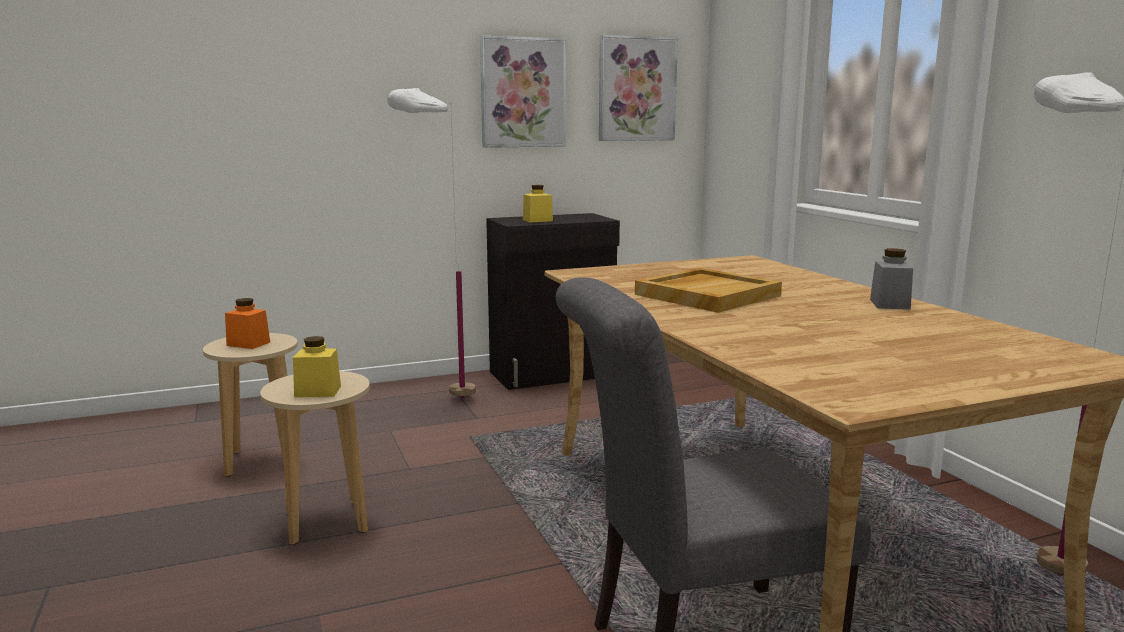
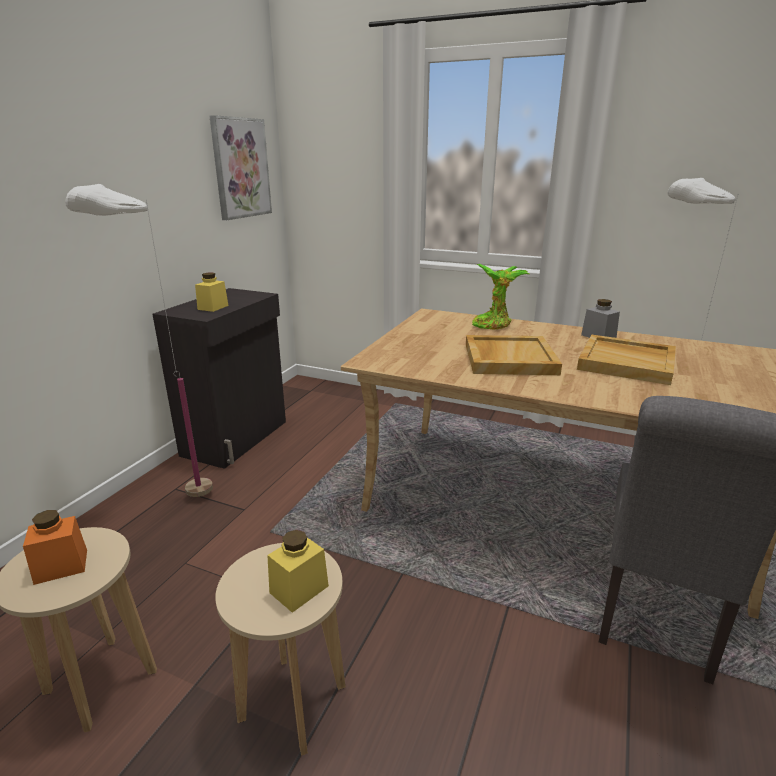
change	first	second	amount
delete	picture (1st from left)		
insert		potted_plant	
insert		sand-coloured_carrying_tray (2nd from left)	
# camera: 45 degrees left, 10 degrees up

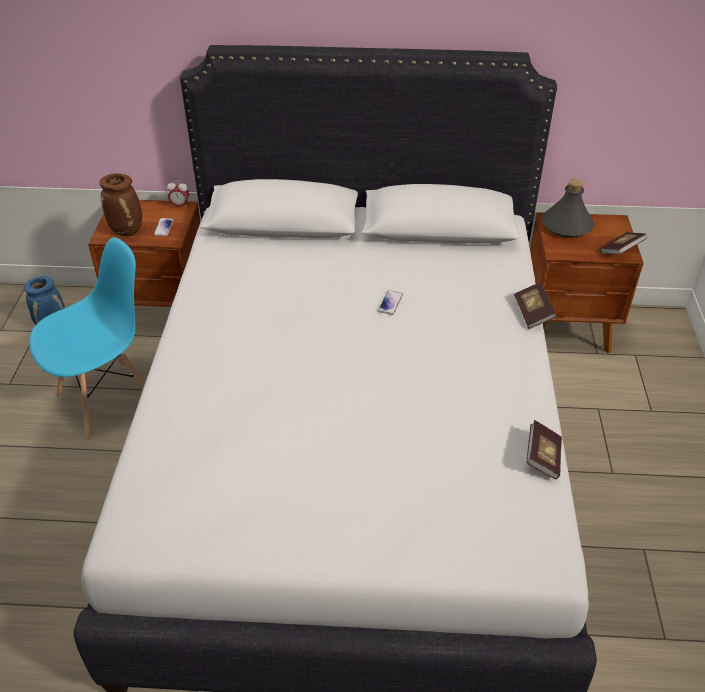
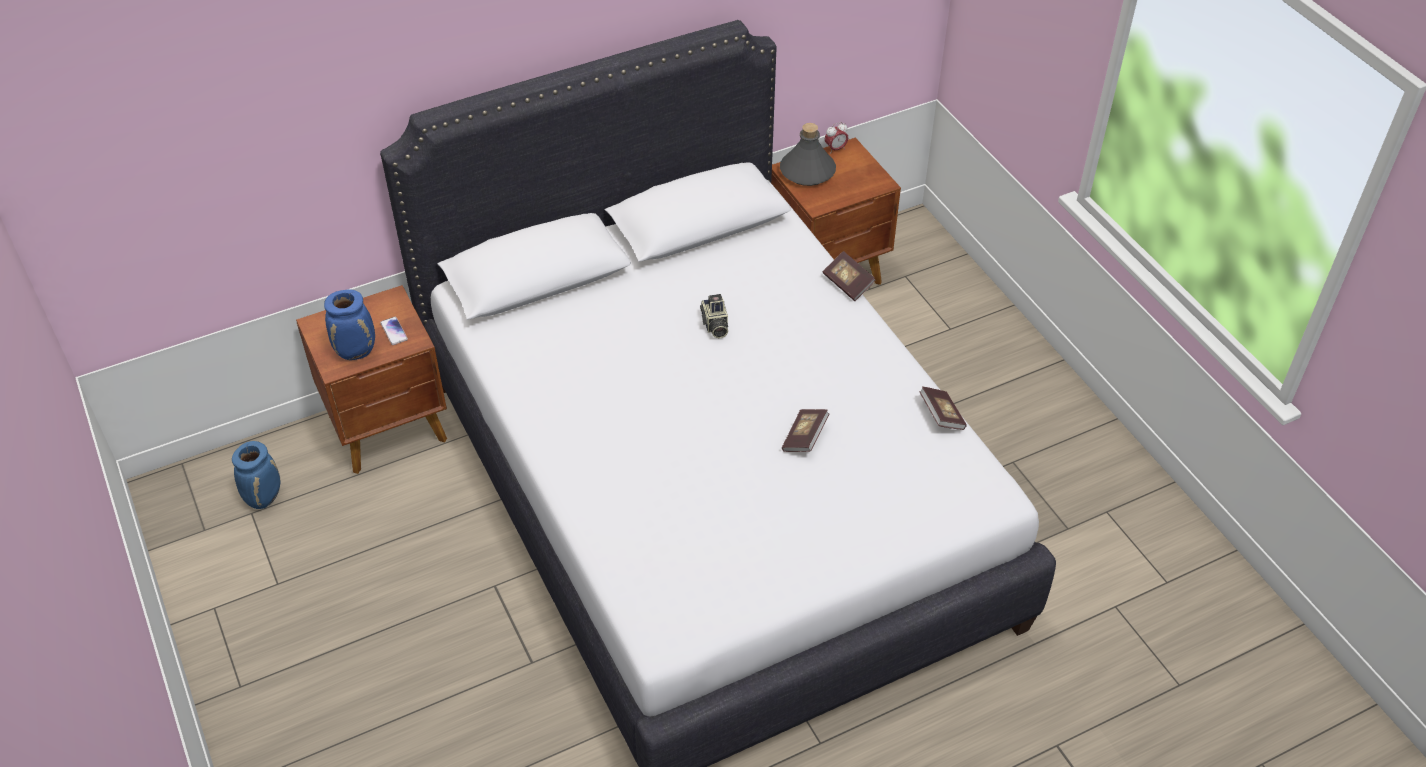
change	first	second	amount
delete	bluish_chair		
recolor	brownish_decorative_vase	bluish_decorative_vase (2nd from left)	
move	table_clock		
replace	telephone (2nd from left)	still_camera	
move	bound_book (3rd from left in the first image)	bound_book (1st from left)	
# camera: 30 degrees left, 5 degrees up

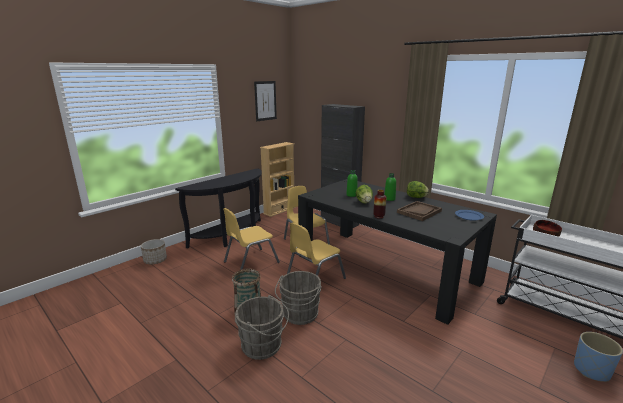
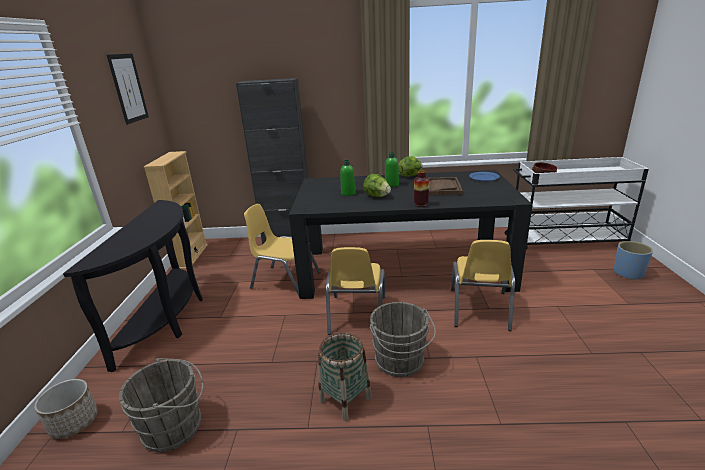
change	first	second	amount
move	yellow_chair (1st from left in the first image)	yellow_chair (3rd from left)	
move	gray_pail (1st from left)		
# camera: 40 degrees left, 5 degrees up

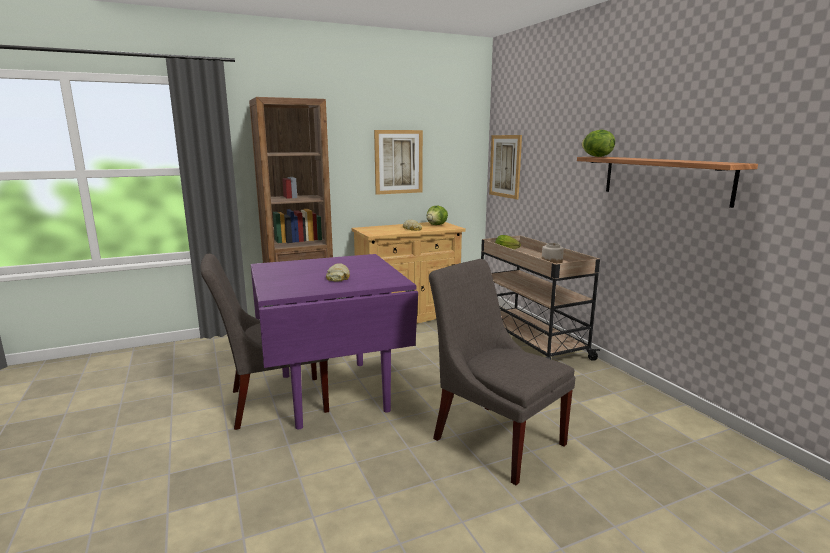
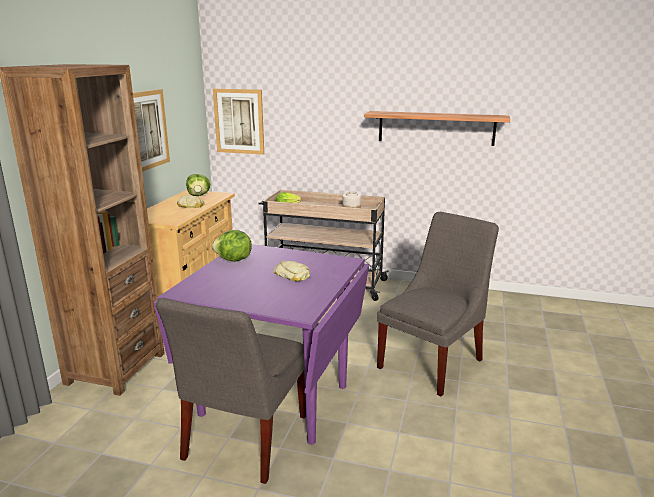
change	first	second	amount
rotate	gray_chair (2nd from left)		135 degrees clockwise
move	head_of_lettuce (3rd from left in the first image)	head_of_lettuce (2nd from left)	
# camera: 50 degrees left, 5 degrees up

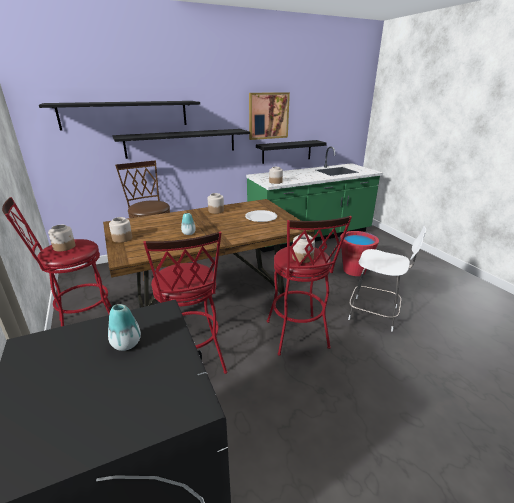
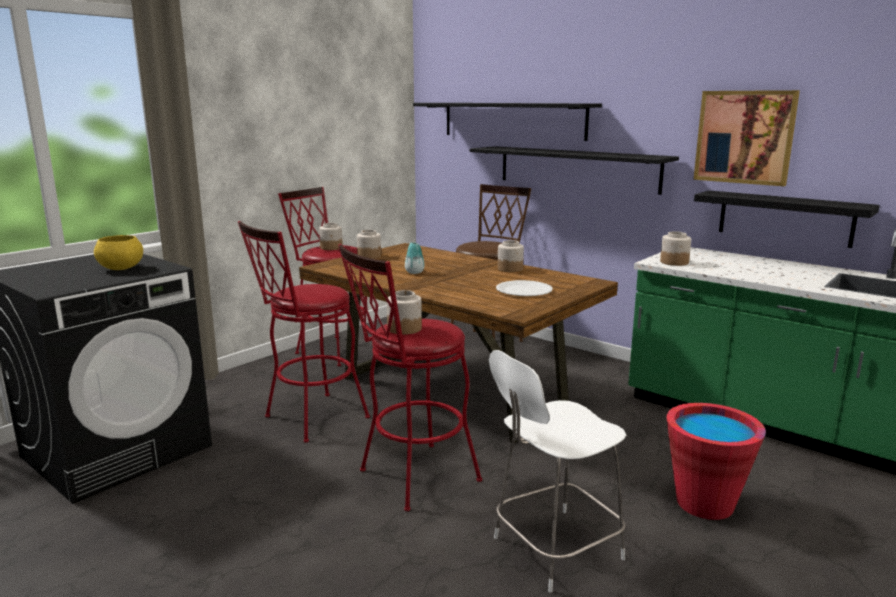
change	first	second	amount
replace	decorative_vase (1st from left)	yellow_serving_bowl	
rotate	white_chair		60 degrees clockwise
# camera: 65 degrees right, 10 degrees down

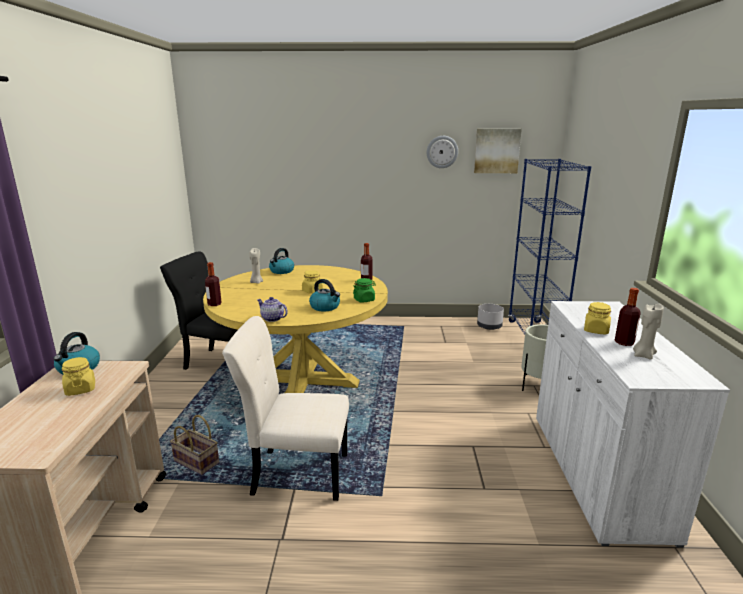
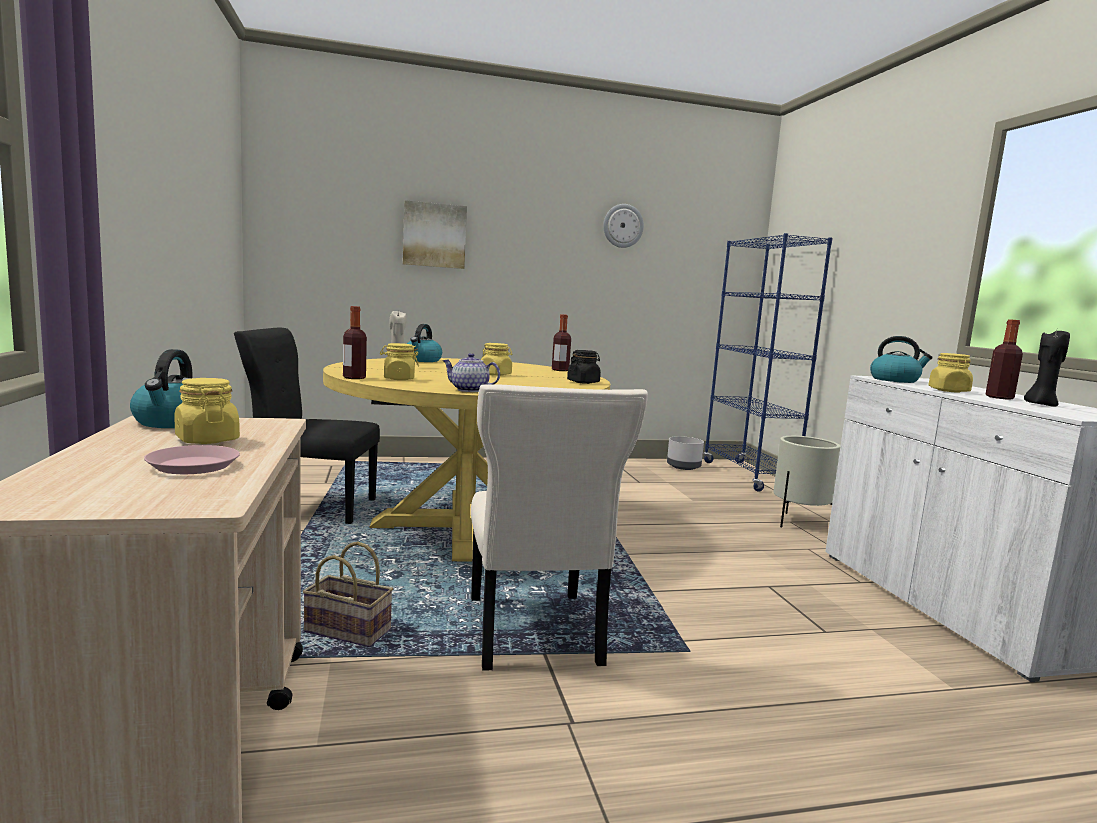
change	first	second	amount
rotate	sand-coloured_chair		90 degrees counterclockwise
move	tea_kettle (3rd from left)		
recolor	green-coloured_preserve_jar	blackish_preserve_jar	
move	picture		
recolor	sand-coloured_wax_candle (2nd from left)	blackish_wax_candle	
insert		pink_dinner_plate	
insert		yellow_preserve_jar (2nd from left)	
# camera: 15 degrees left, 10 degrees down

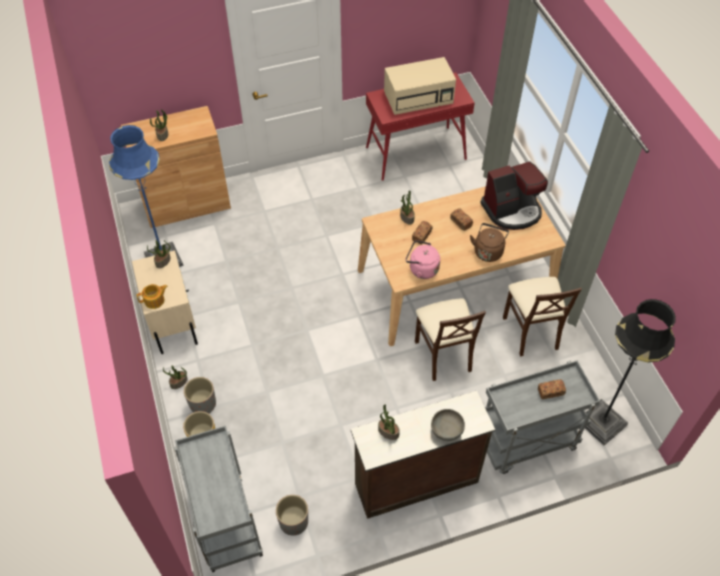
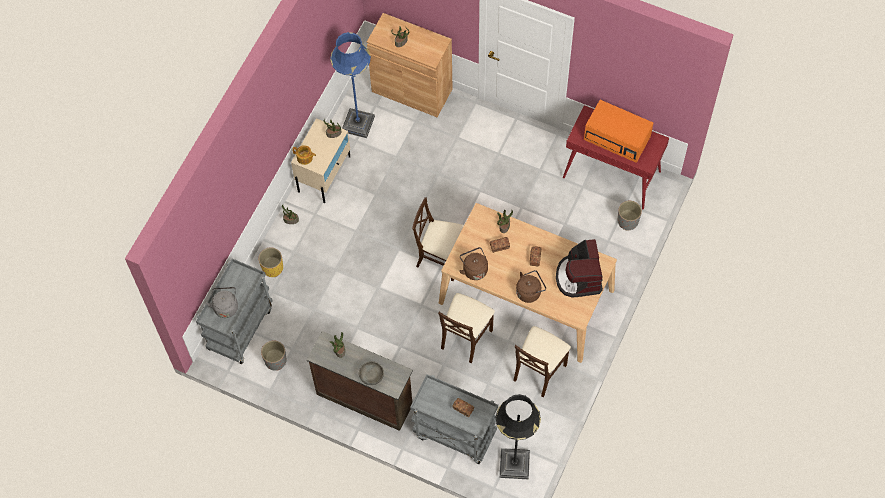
change	first	second	amount
move	gray_flower_pot (1st from left in the first image)	gray_flower_pot (2nd from left)	
recolor	sand-coloured_microwave	orangey_microwave	
recolor	pink_tea_kettle	brownish_tea_kettle (1st from left)	
rotate	coffee_maker		60 degrees clockwise
insert		gray_tea_kettle	
insert		sand-coloured_chair (1st from left)	
# camera: 45 degrees right, 10 degrees up

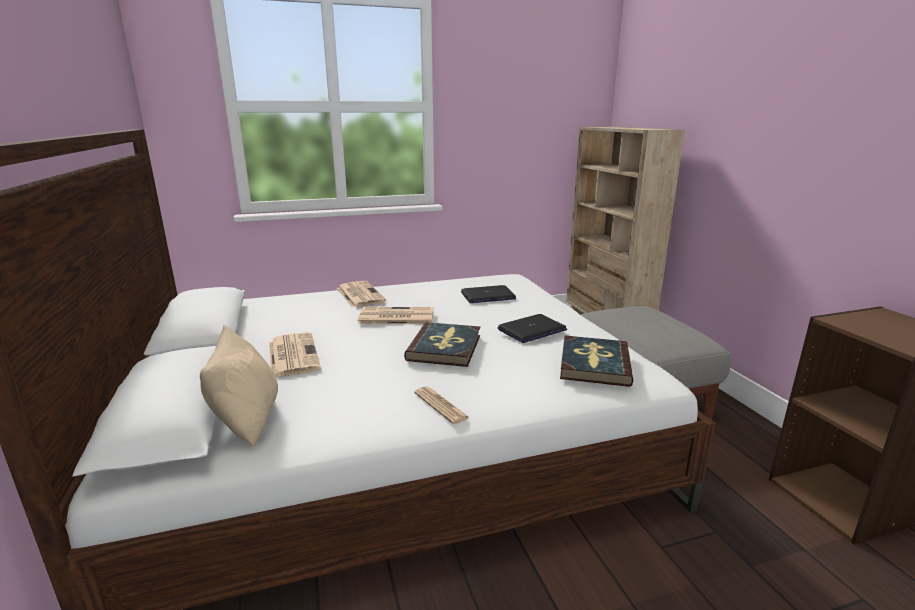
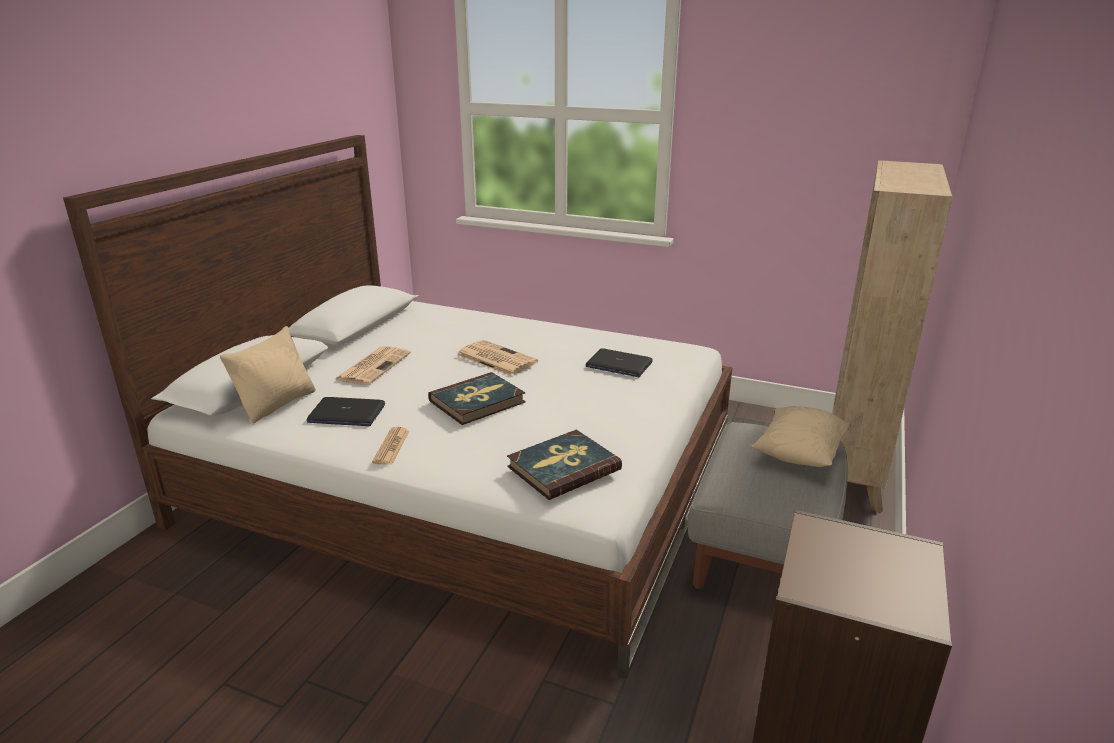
change	first	second	amount
delete	newspaper (2nd from left)		
move	portable_computer (2nd from left in the first image)	portable_computer (1st from left)	
insert		sand-coloured_cushion (2nd from left)	
# camera: 40 degrees right, 5 degrees up

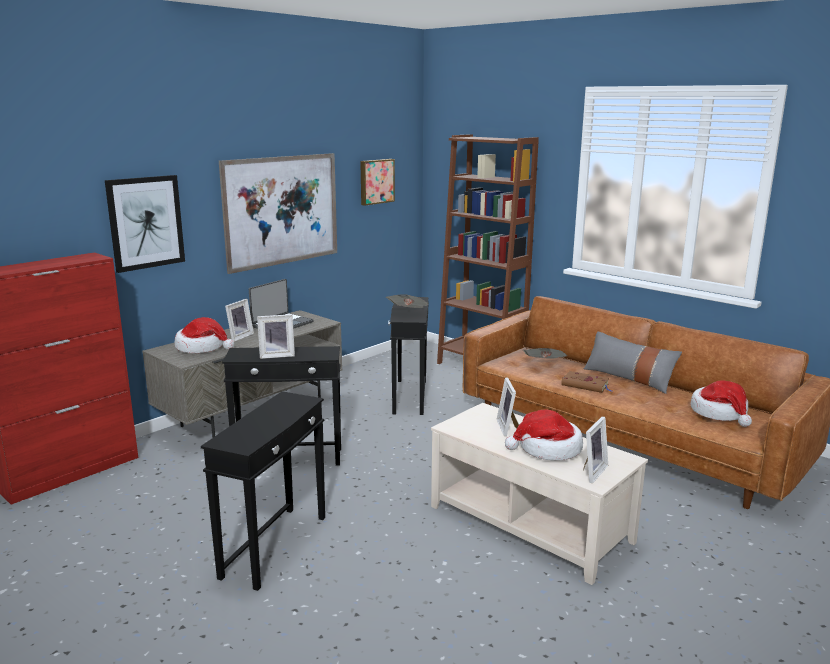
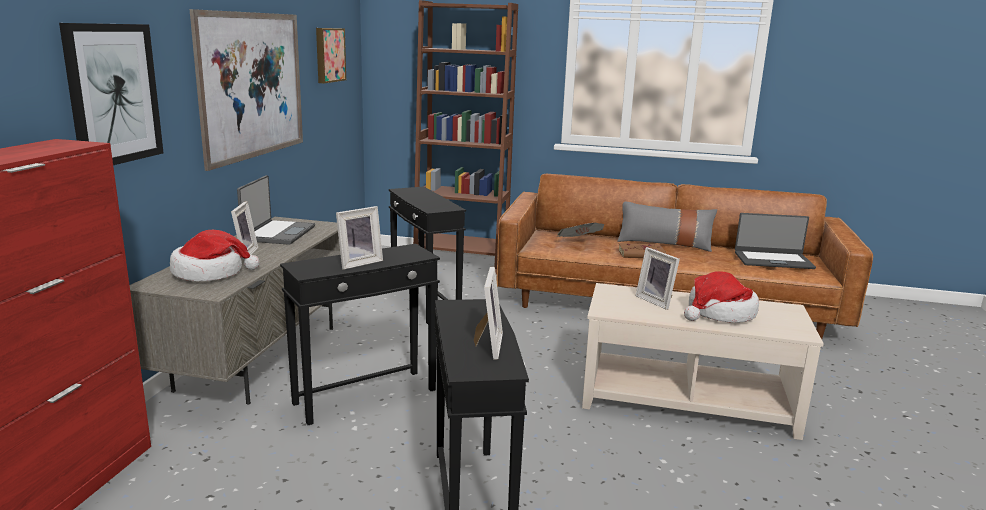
change	first	second	amount
delete	newspaper (1st from left)		
move	standing_frame (4th from left in the first image)	standing_frame (3rd from left)	
replace	hat (3rd from left)	portable_computer (2nd from left)	
# camera: 30 degrees left, 0 degrees up

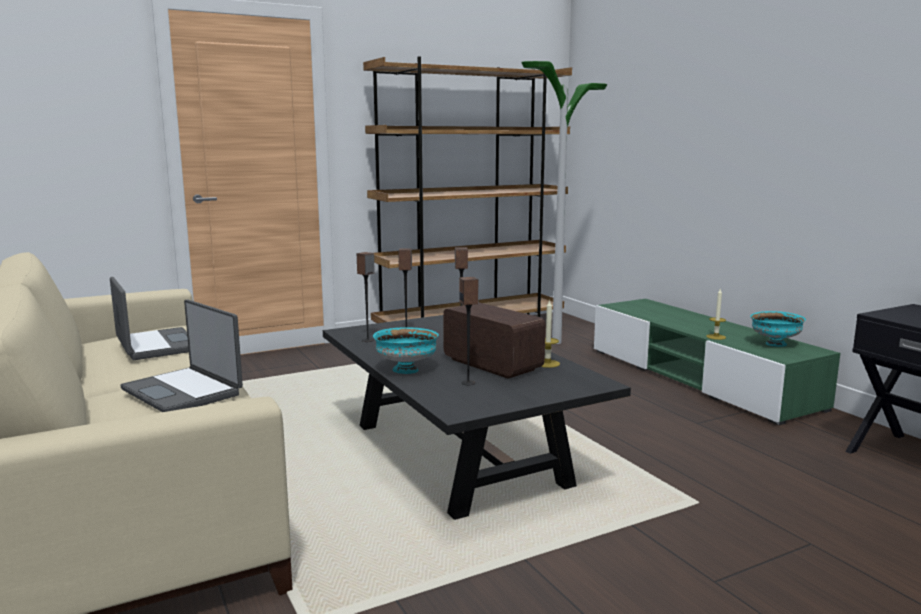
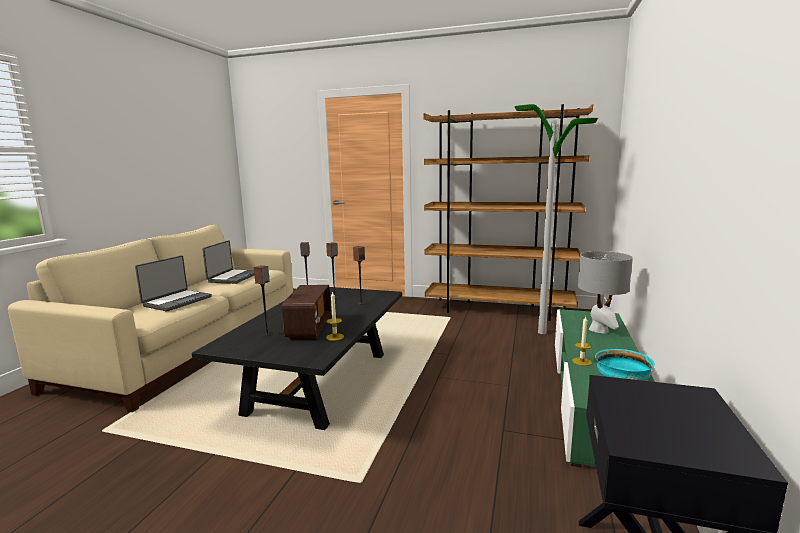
change	first	second	amount
rotate	portable_computer (2nd from left in the first image)	portable_computer (1st from left)	150 degrees counterclockwise
delete	blue-green_serving_bowl (1st from left)		
insert		gray_table_lamp	
# camera: 45 degrees right, 0 degrees up

